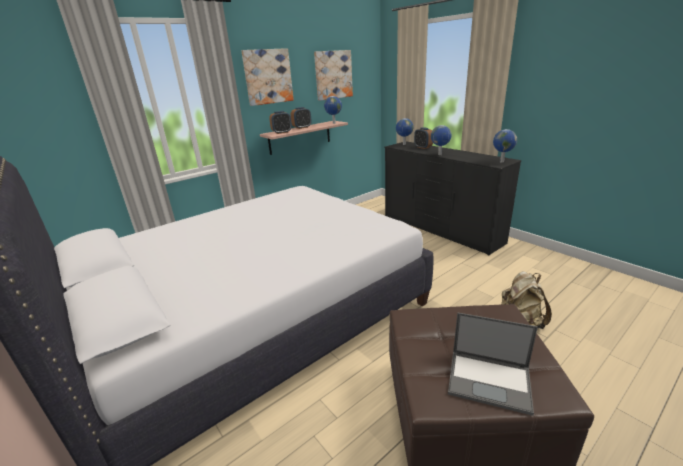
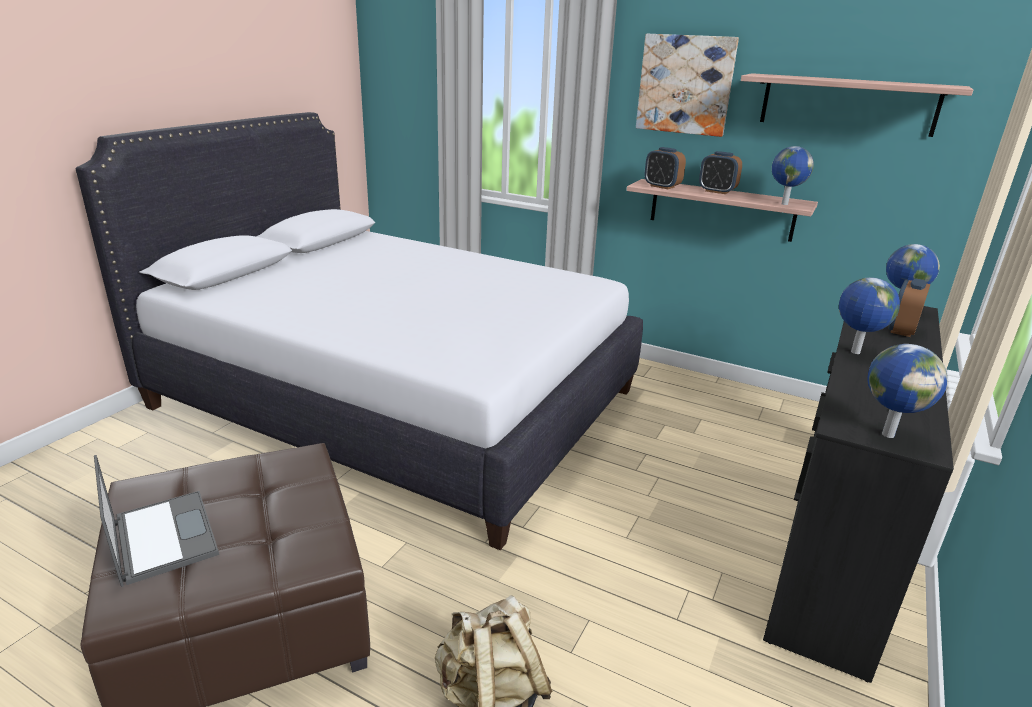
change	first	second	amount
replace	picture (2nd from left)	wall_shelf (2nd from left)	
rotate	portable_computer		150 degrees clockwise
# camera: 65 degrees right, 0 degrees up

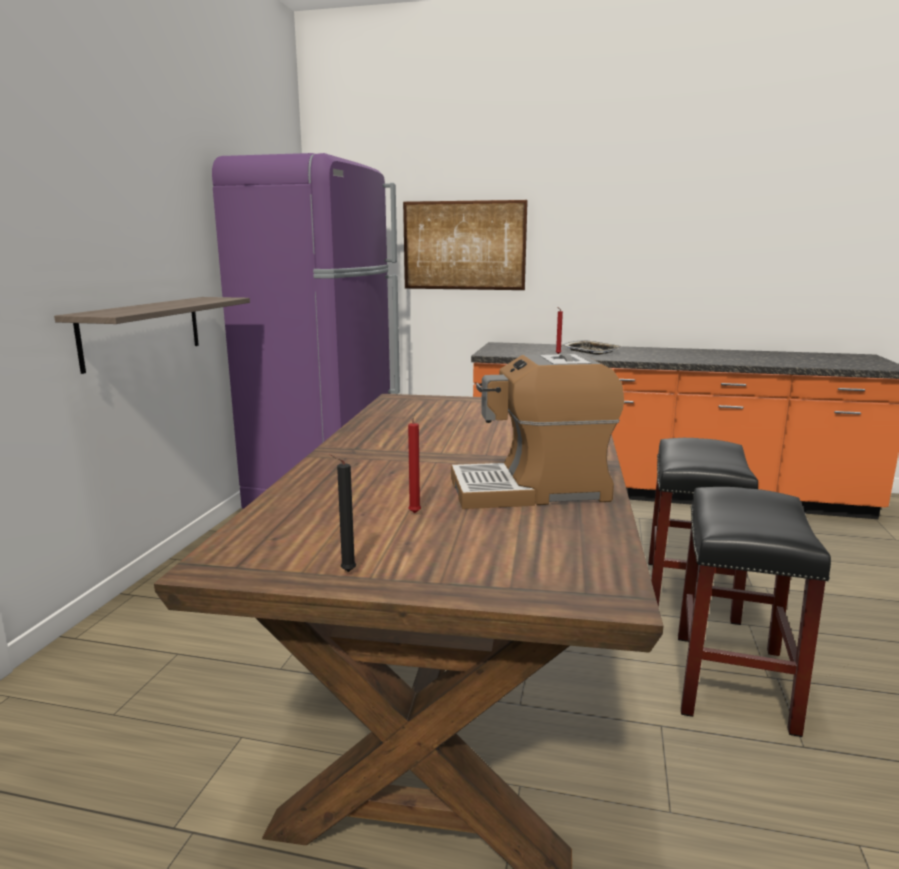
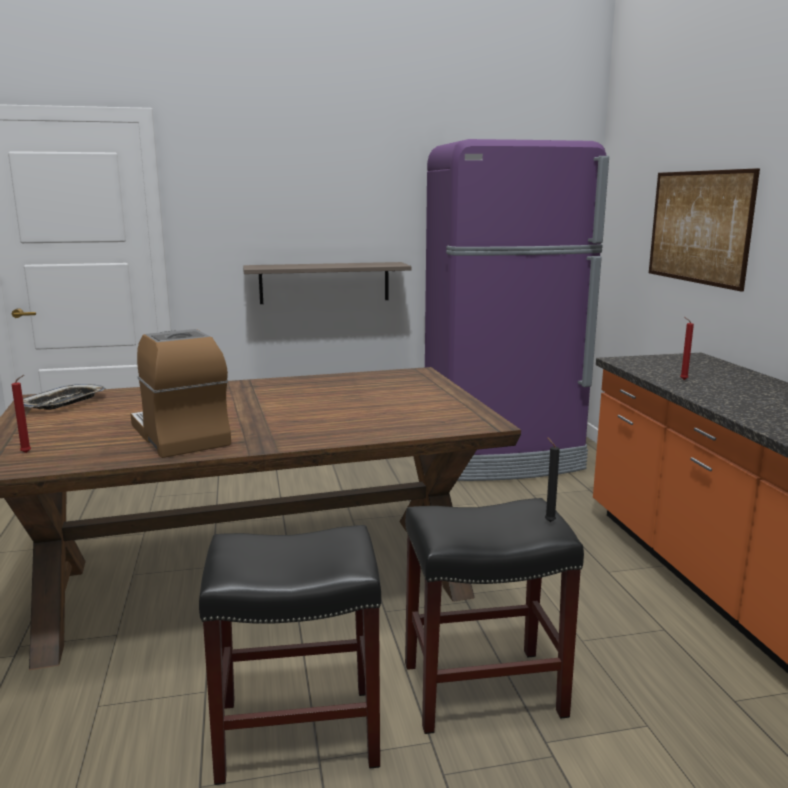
change	first	second	amount
move	blackish_wax_candle		
move	red-coloured_wax_candle (1st from left)		
move	carrying_tray		
# camera: 65 degrees right, 0 degrees up

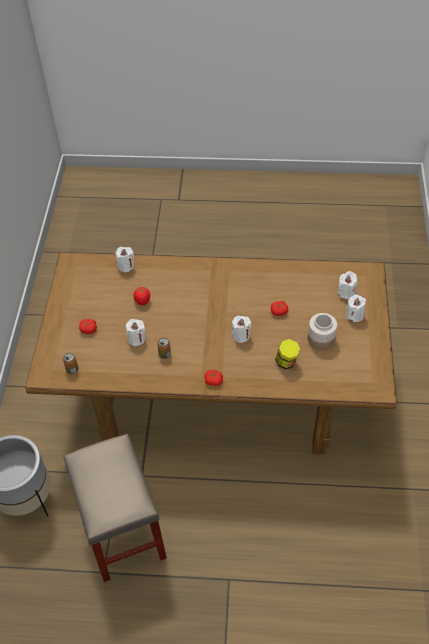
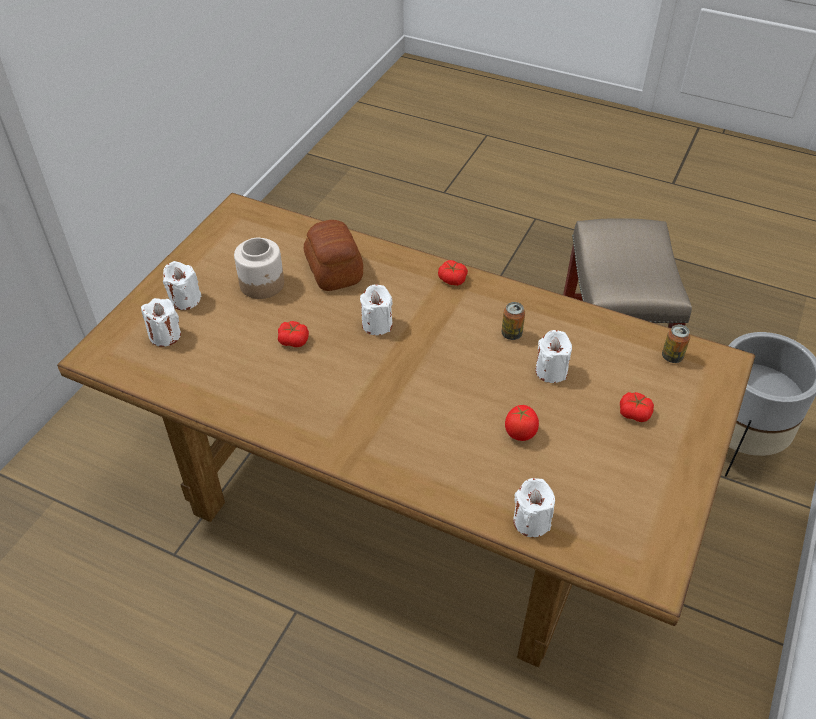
change	first	second	amount
replace	preserve_jar (1st from left)	bakery_bread	
# camera: 160 degrees left, 5 degrees down

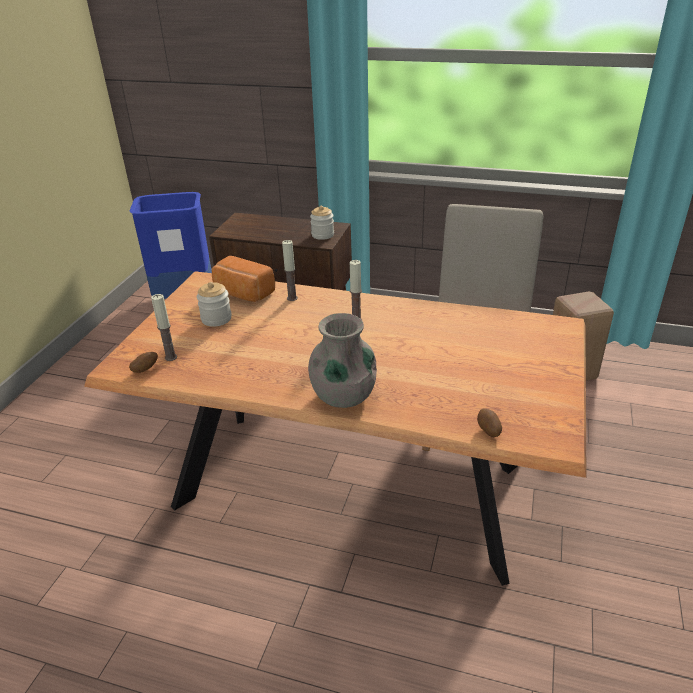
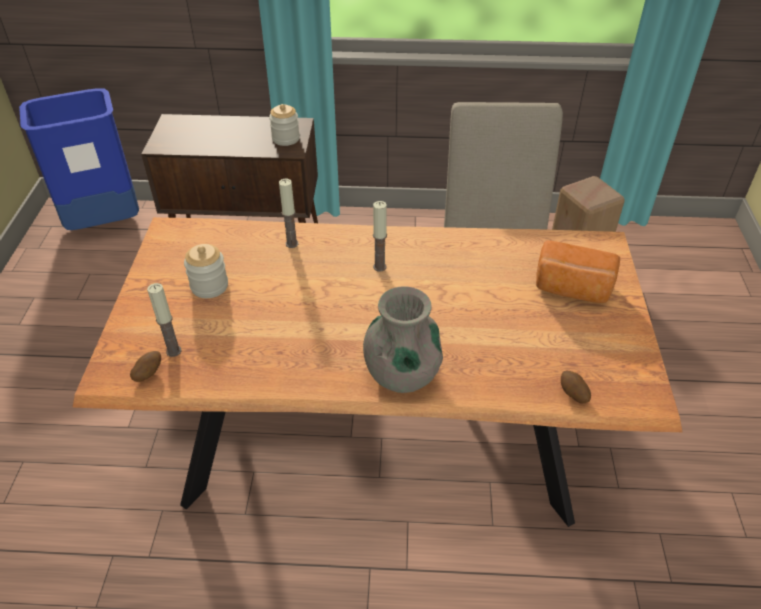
change	first	second	amount
move	bakery_bread		
# camera: 15 degrees left, 10 degrees up

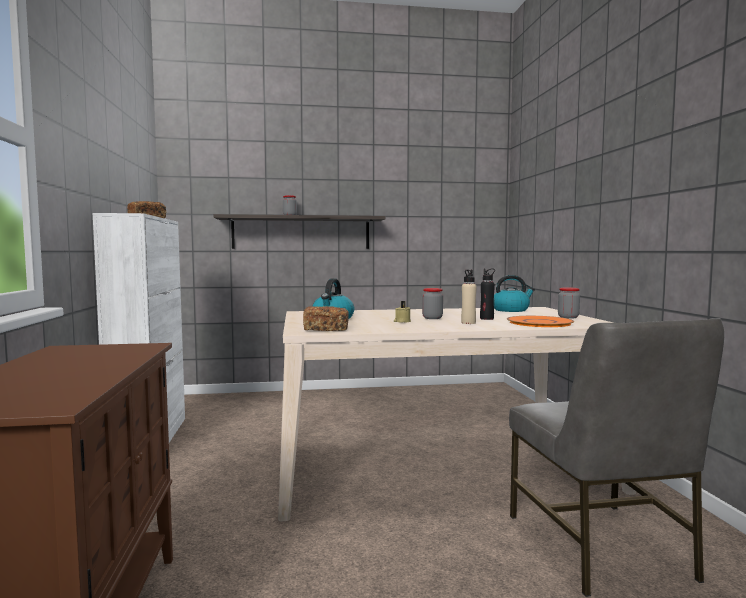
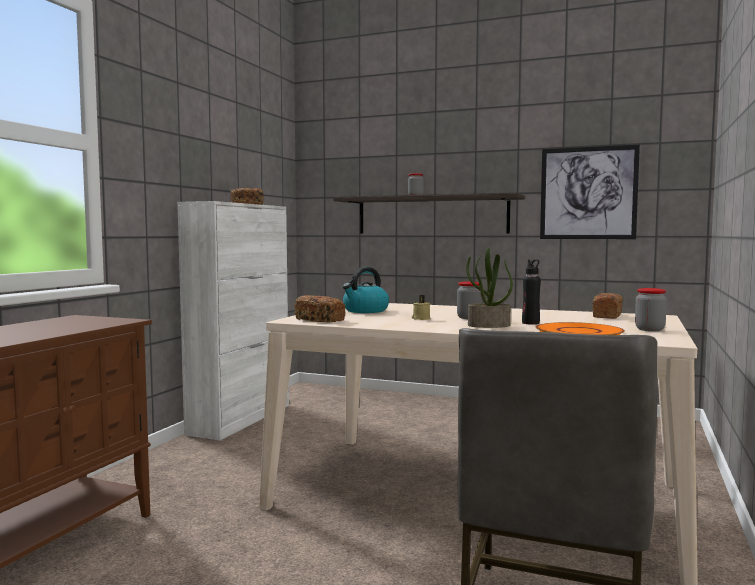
change	first	second	amount
replace	sand-coloured_drink_bottle	potted_plant	
replace	tea_kettle (2nd from left)	bakery_bread (3rd from left)	
insert		picture	
# camera: 30 degrees right, 0 degrees up

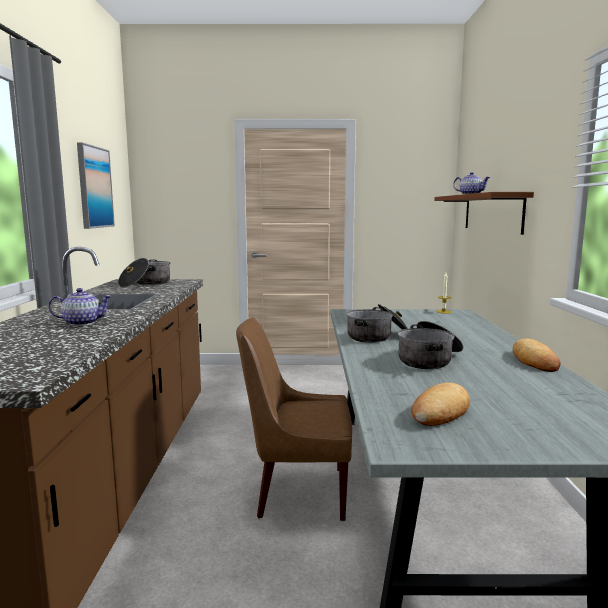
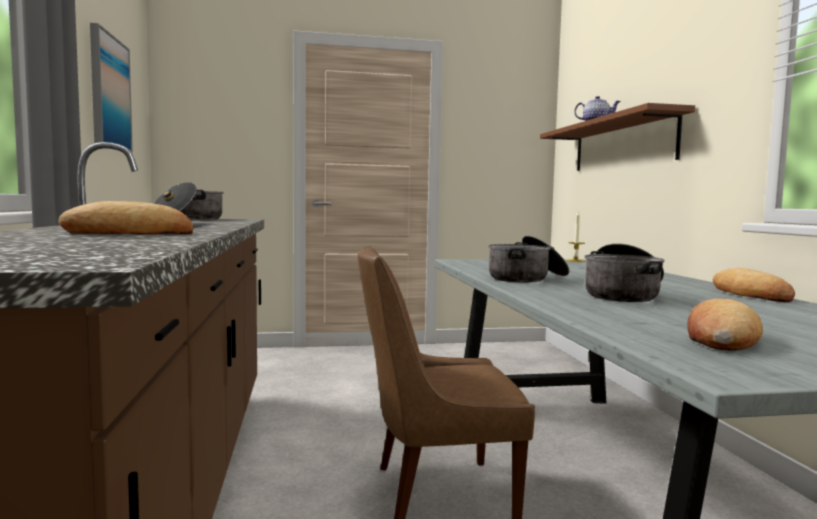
change	first	second	amount
replace	teapot (1st from left)	bakery_bread (1st from left)	
# camera: 10 degrees left, 5 degrees down

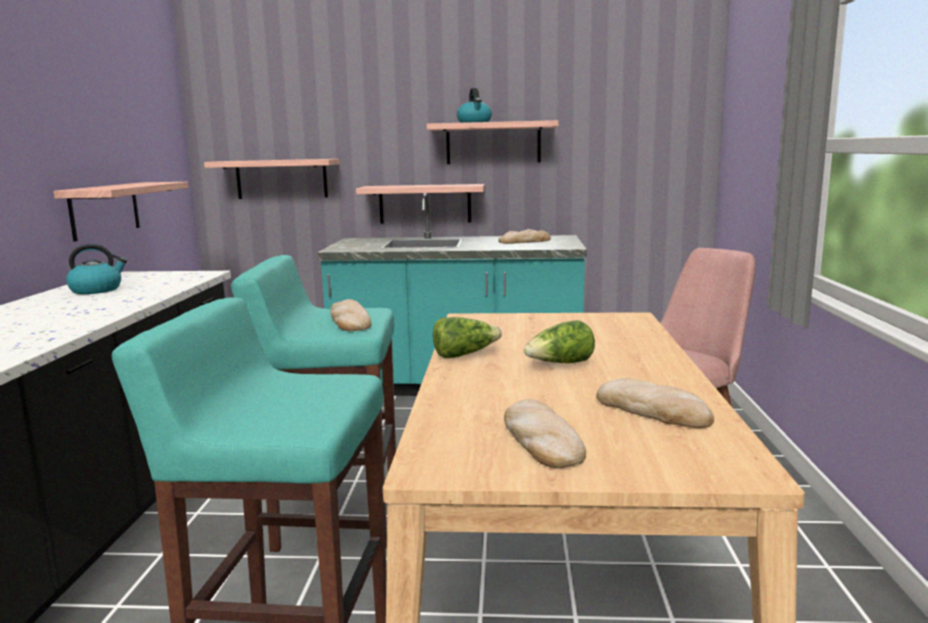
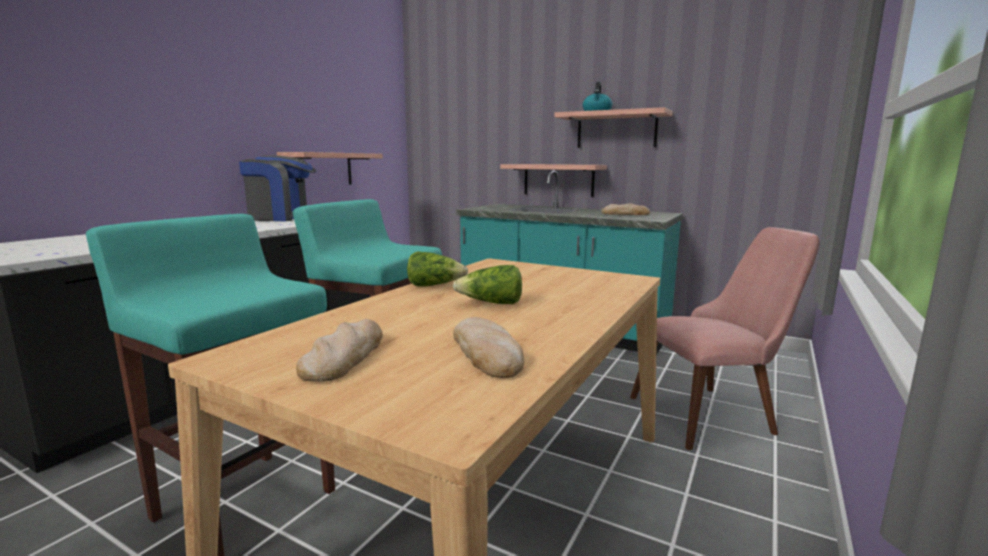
change	first	second	amount
replace	tea_kettle (1st from left)	coffee_maker	
delete	wall_shelf (2nd from left)		
delete	bakery_bread (1st from left)		
# camera: 25 degrees right, 0 degrees up

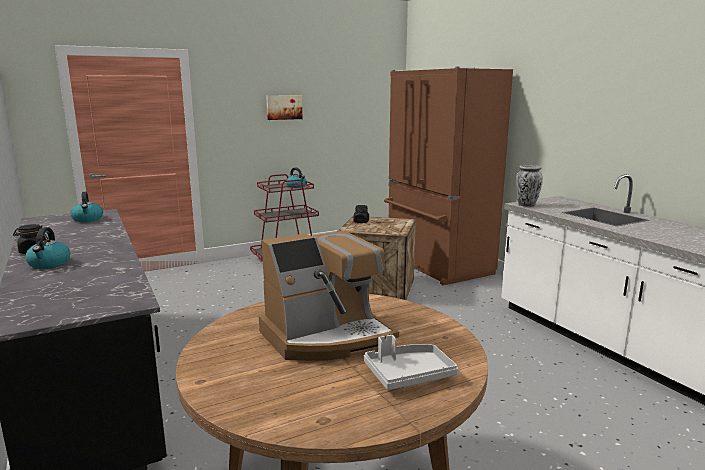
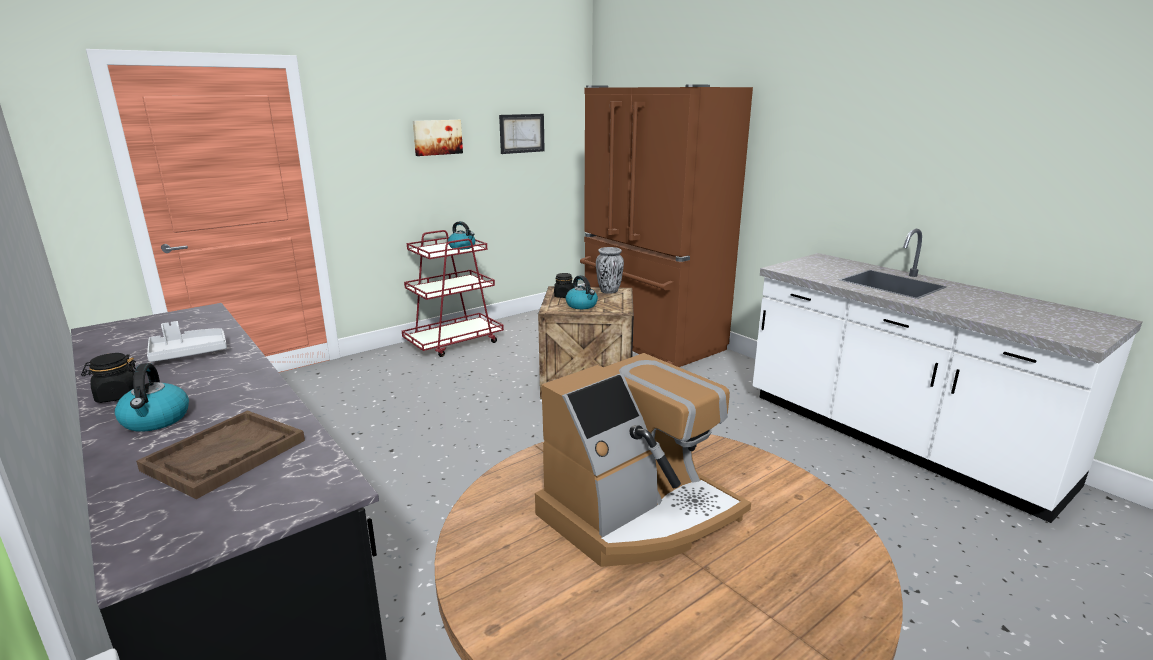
change	first	second	amount
move	tea_kettle (2nd from left in the first image)	tea_kettle (3rd from left)	
move	gray_carrying_tray		
move	decorative_vase		
insert		brownish_carrying_tray	
insert		picture (2nd from left)	
# camera: 10 degrees left, 5 degrees up

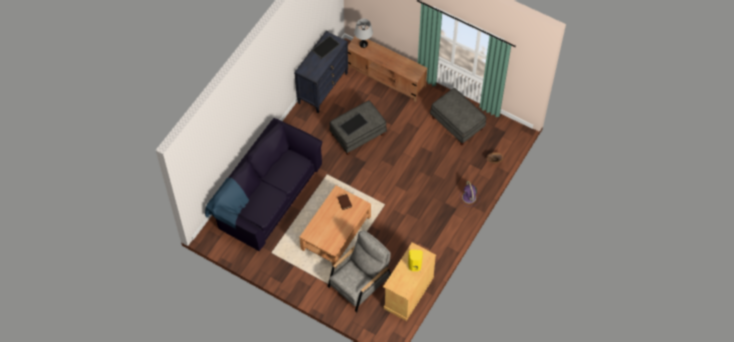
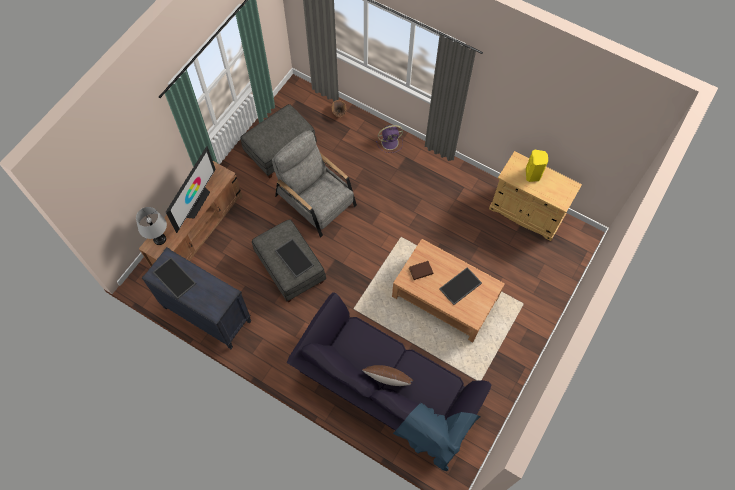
change	first	second	amount
move	gray_armchair		
insert		television	
insert		brownish_cushion	
insert		carrying_tray (3rd from left)	
# camera: 90 degrees left, 5 degrees up

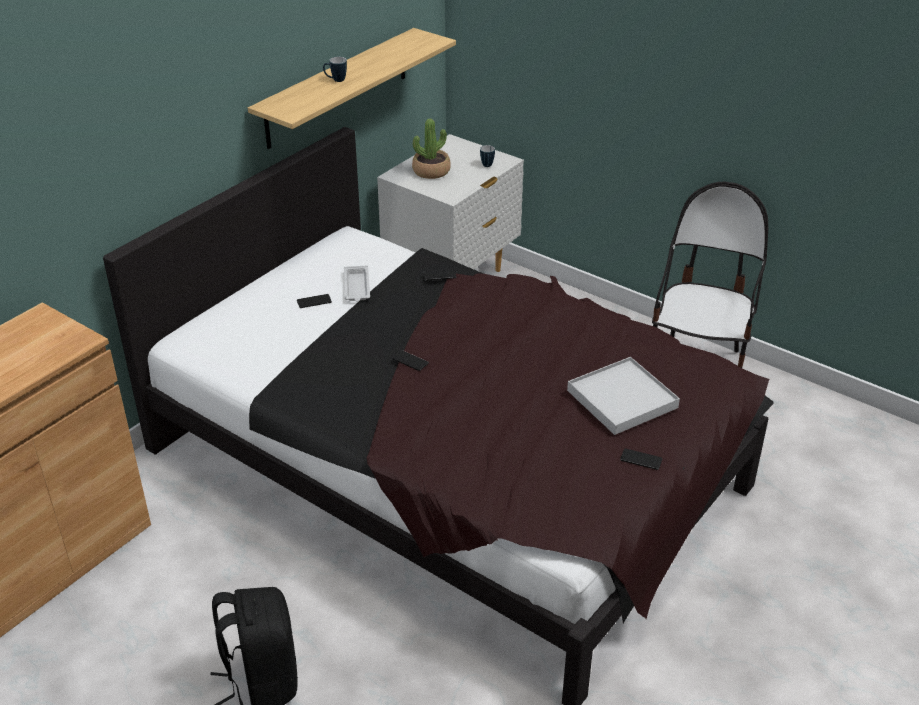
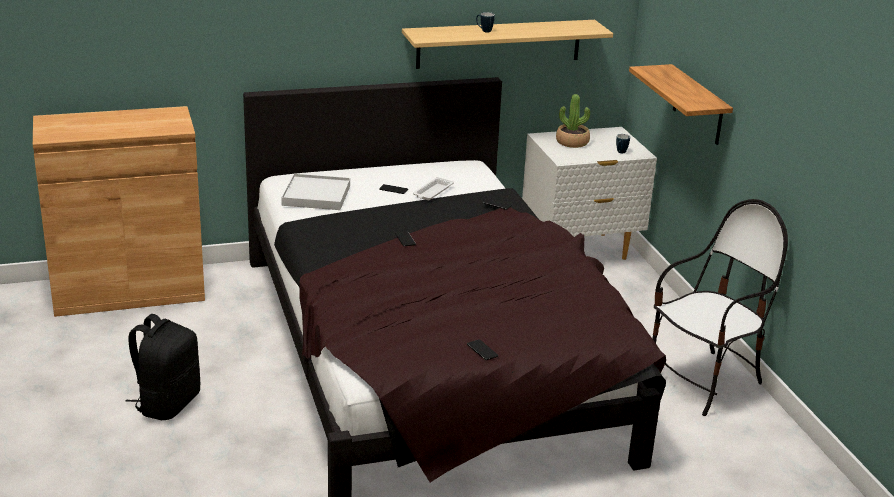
change	first	second	amount
move	white_carrying_tray (2nd from left in the first image)	white_carrying_tray (1st from left)	
insert		wall_shelf (2nd from left)	
# camera: 35 degrees right, 10 degrees down

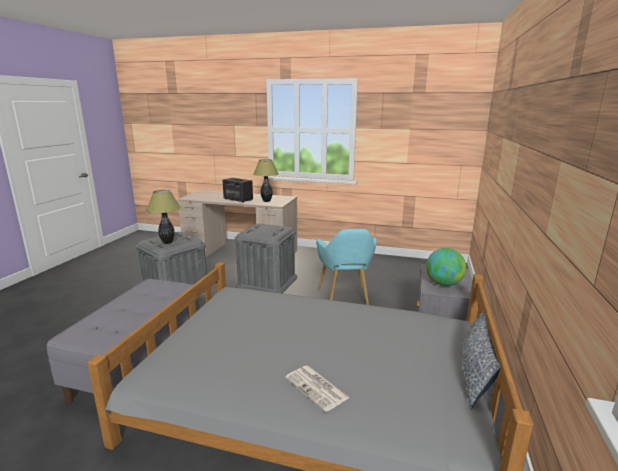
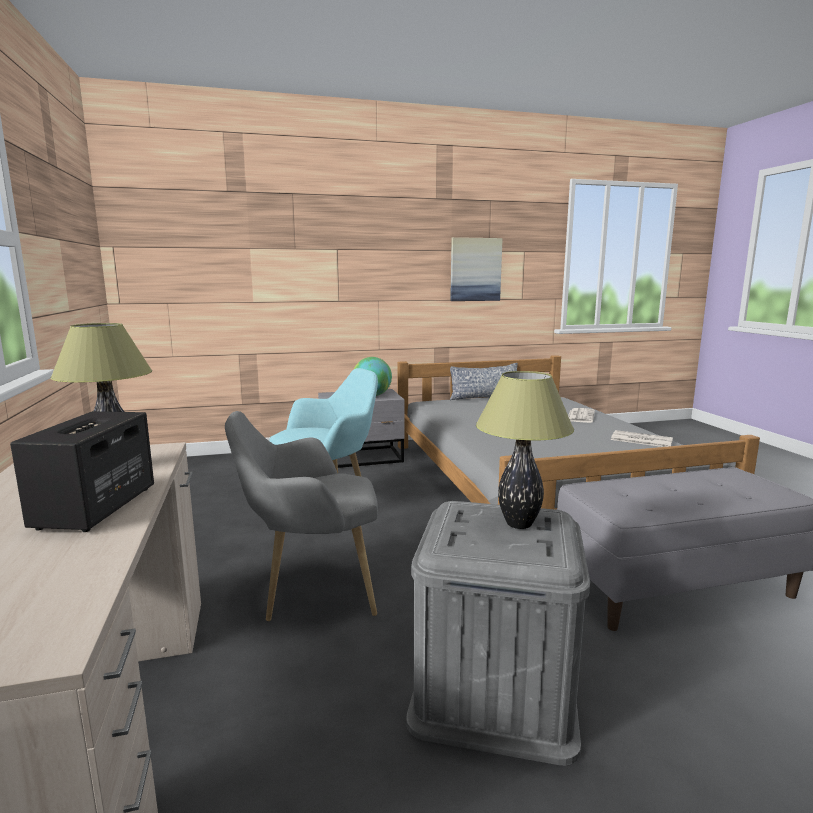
change	first	second	amount
replace	gray_storage_container (2nd from left)	gray_armchair	
insert		picture	
insert		newspaper (2nd from left)	
# camera: 120 degrees left, 5 degrees down

